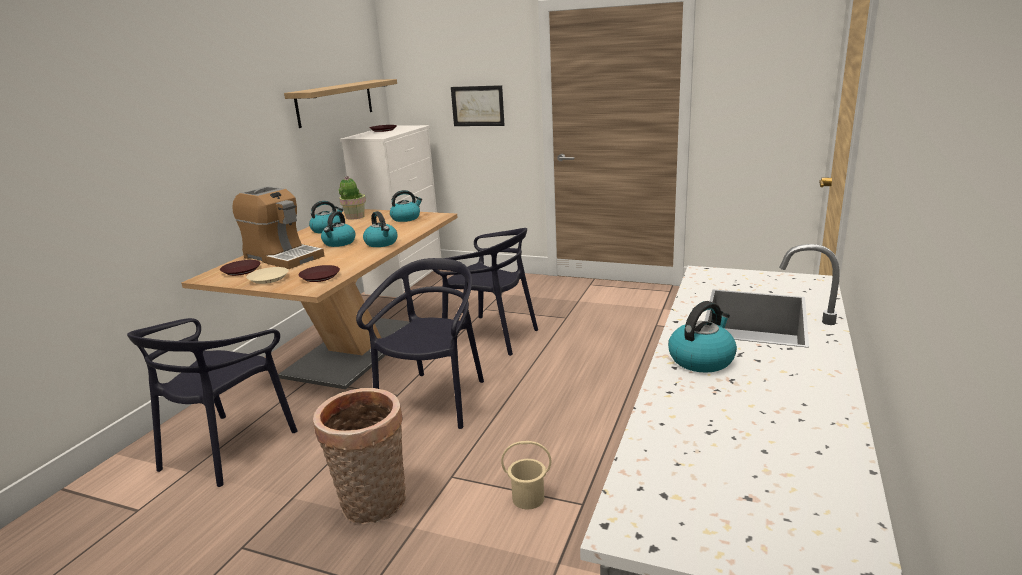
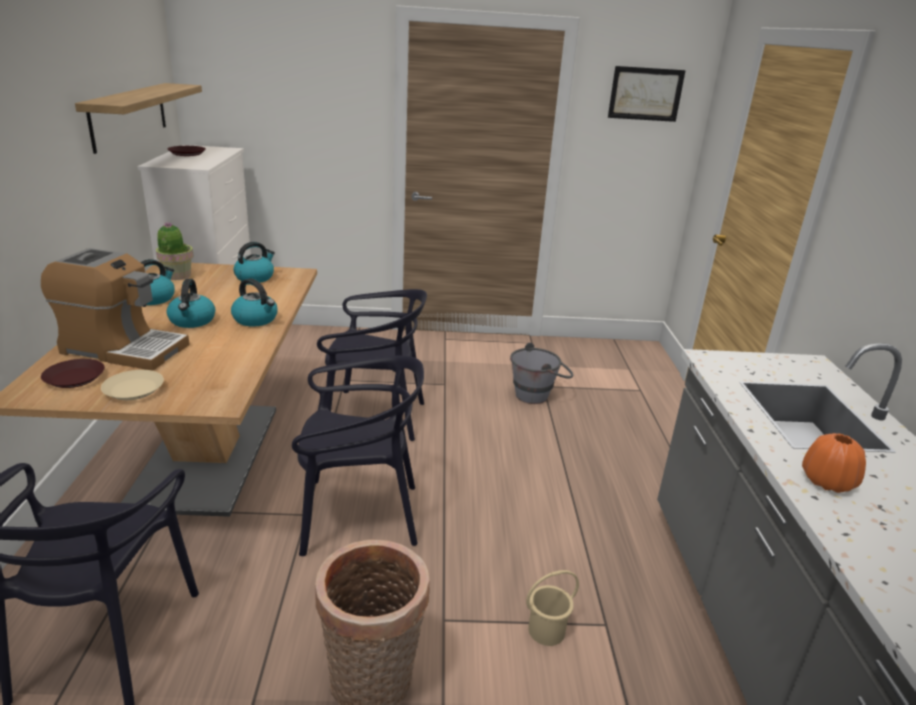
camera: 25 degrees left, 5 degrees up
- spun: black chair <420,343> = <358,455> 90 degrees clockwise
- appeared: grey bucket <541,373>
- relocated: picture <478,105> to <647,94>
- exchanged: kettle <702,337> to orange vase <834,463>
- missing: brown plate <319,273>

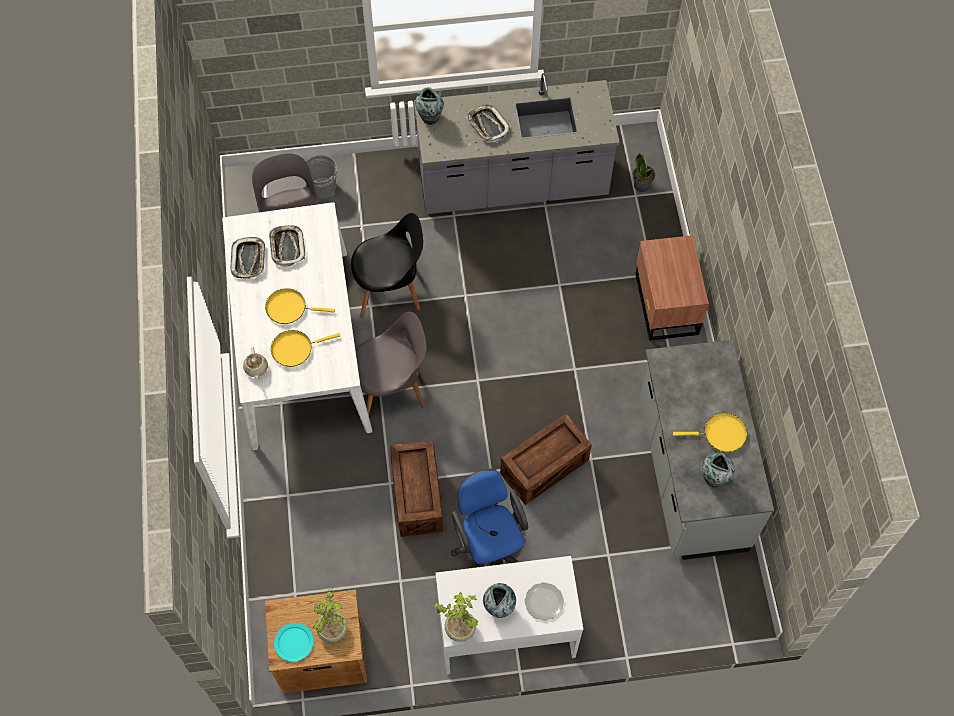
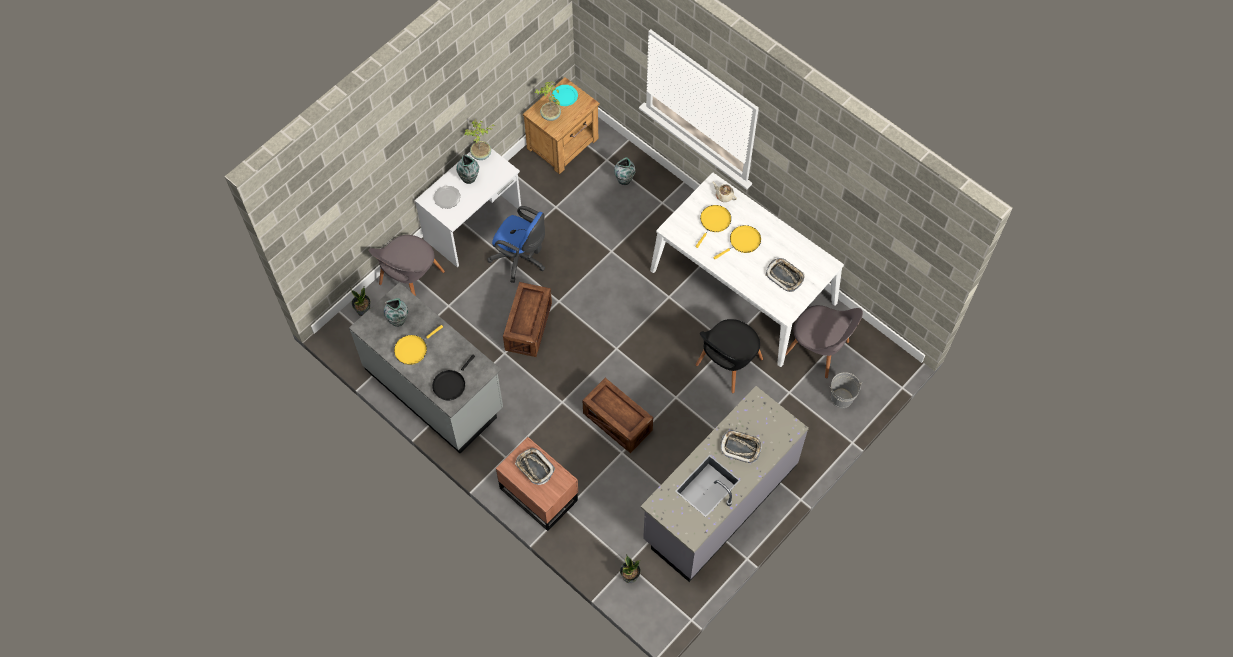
camera: 140 degrees right, 0 degrees up
- appeared: potted plant <360,301>
- relocated: grey chair <391,363> to <407,265>
- appeared: black frying pan <453,377>
- relocated: tray <247,258> to <535,466>
- relocated: crate <416,489> to <617,415>
- relocated: vase <429,106> to <625,171>

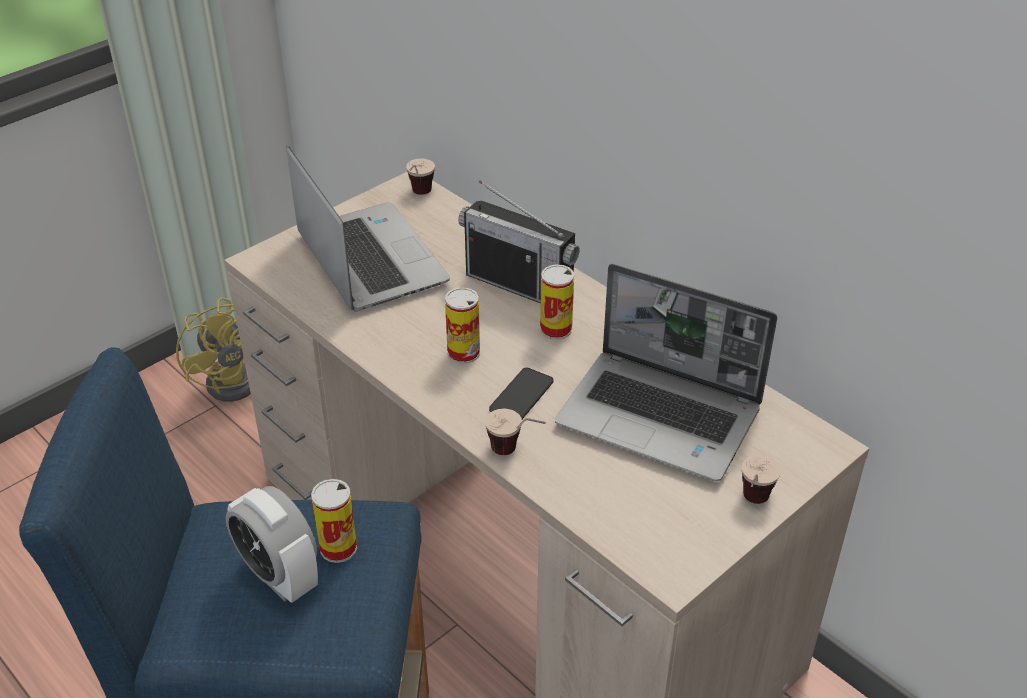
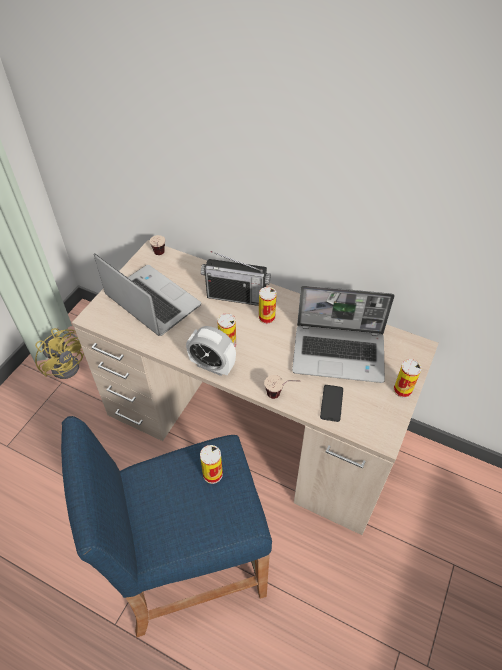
camera: 20 degrees left, 10 degrees up
- relocated: alarm clock <272,544> to <211,351>
- relocated: phone <521,393> to <331,403>
- exchanged: cup <761,479> to can <407,378>

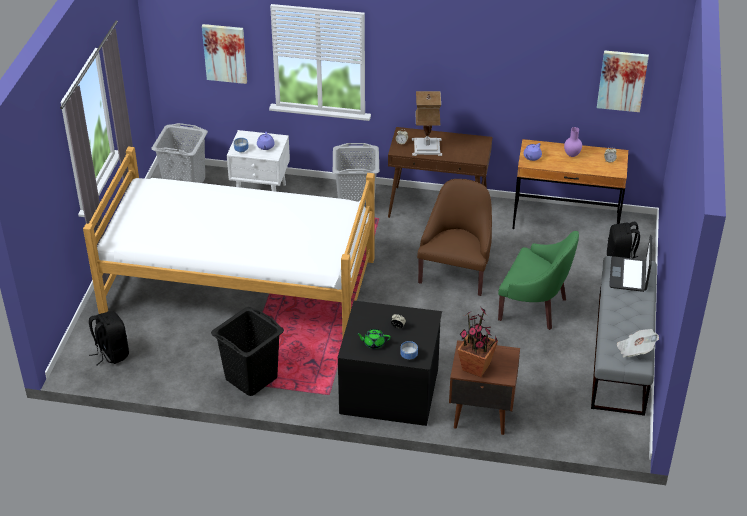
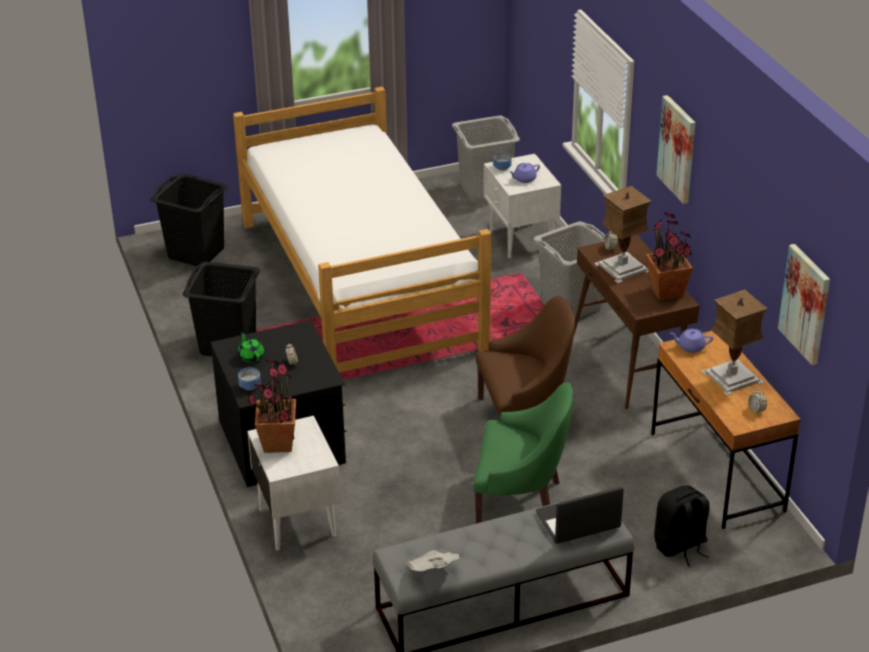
camera: 60 degrees right, 5 degrees down
- exchanged: black backpack <109,338> to black laundry basket <189,219>
- colour: brown nightstand <484,387> to white nightstand <294,483>
- spun: green armchair <538,280> = <523,453> 75 degrees counterclockwise
- appeared: potted plant <669,256>
- relocated: picture <224,54> to <676,149>
- exchanged: purple vase <573,142> to table lamp <734,343>

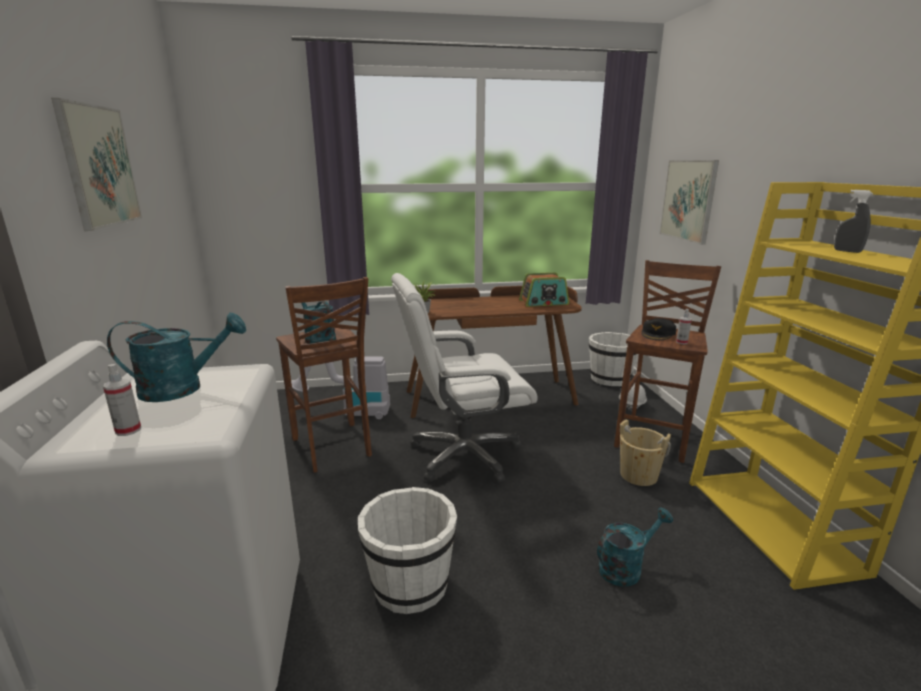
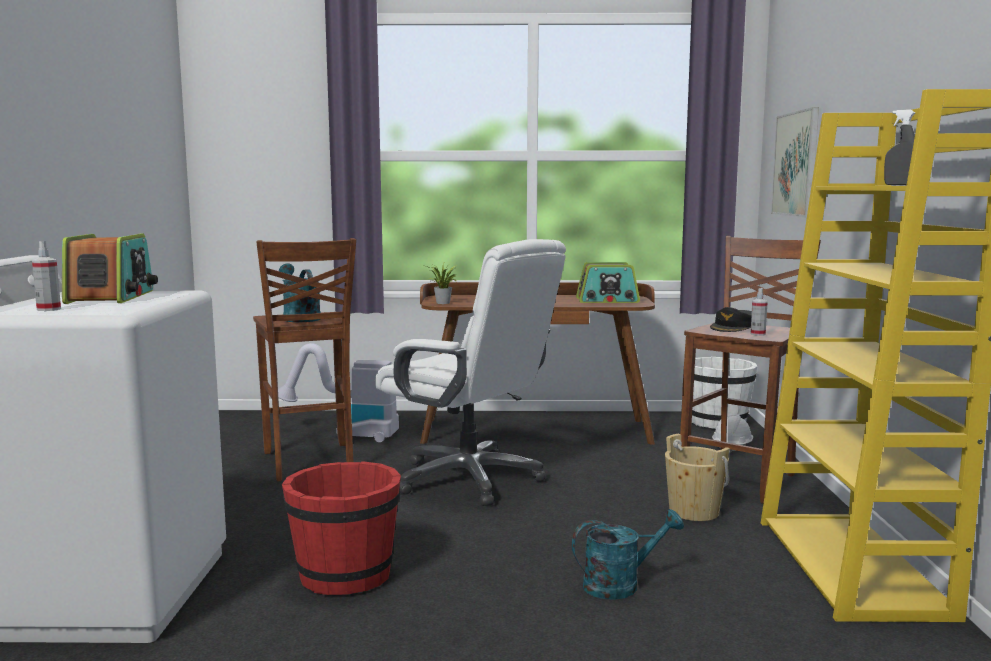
camera: 10 degrees right, 10 degrees down
- exchanged: turquoise watering can <176,357> to radio <110,269>
- colour: white bucket <407,550> to red bucket <341,528>
- spun: white office chair <464,378> = <470,372> 135 degrees counterclockwise
- missing: picture <96,164>

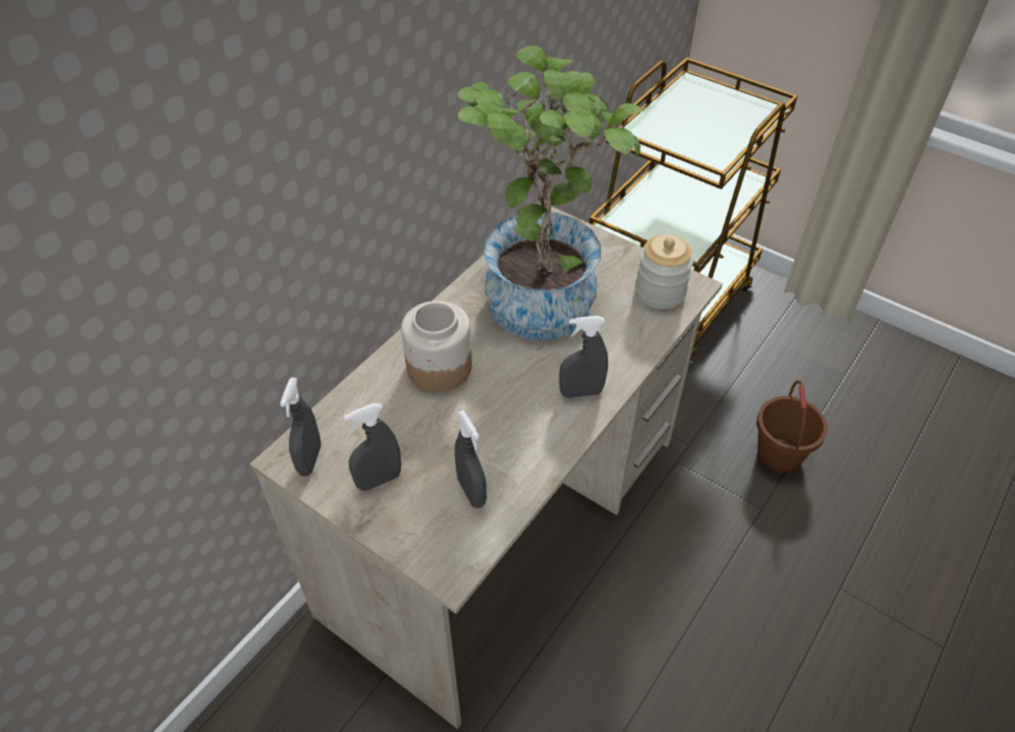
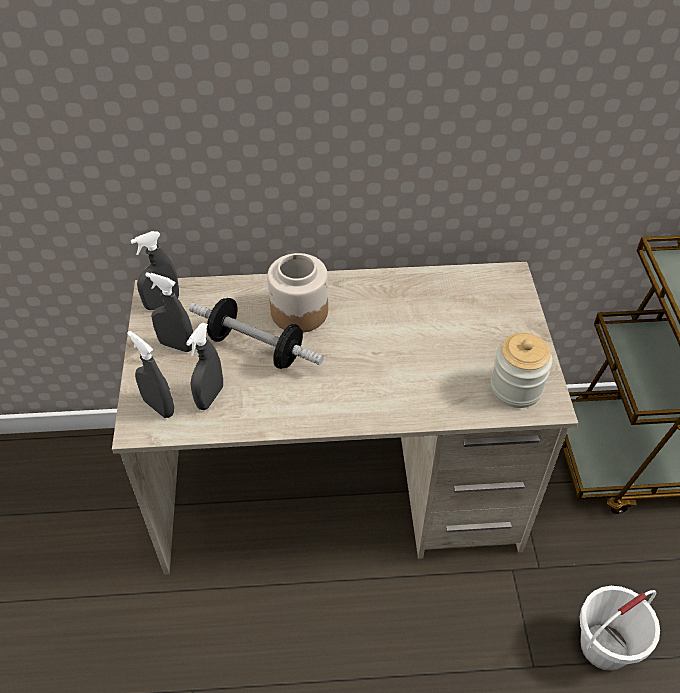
camera: 50 degrees right, 0 degrees up
- relocated: grey spray bottle <583,357> to <150,374>
- appeared: dumbbell <256,333>
- colour: brown bucket <792,426> to white bucket <620,628>
- missing: potted plant <551,192>

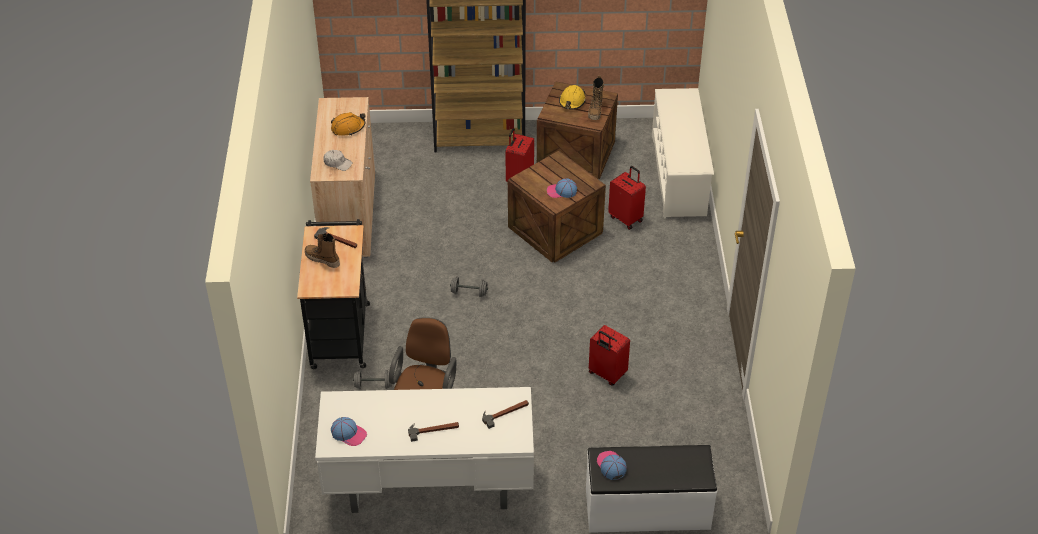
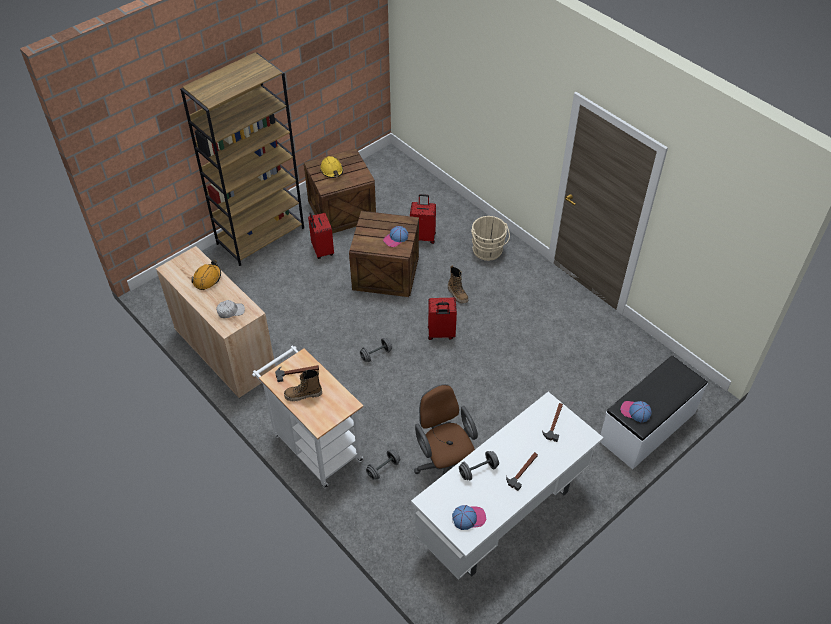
camera: 40 degrees left, 5 degrees up
- colour: black cart <333,294> to white cart <308,417>
- relocated: red suitcase <609,355> to <442,319>
- relocated: boot <596,98> to <458,284>
- appeared: grey dumbbell <479,465>
- appeared: beige bucket <491,238>
- missing: white shoe rack <683,153>

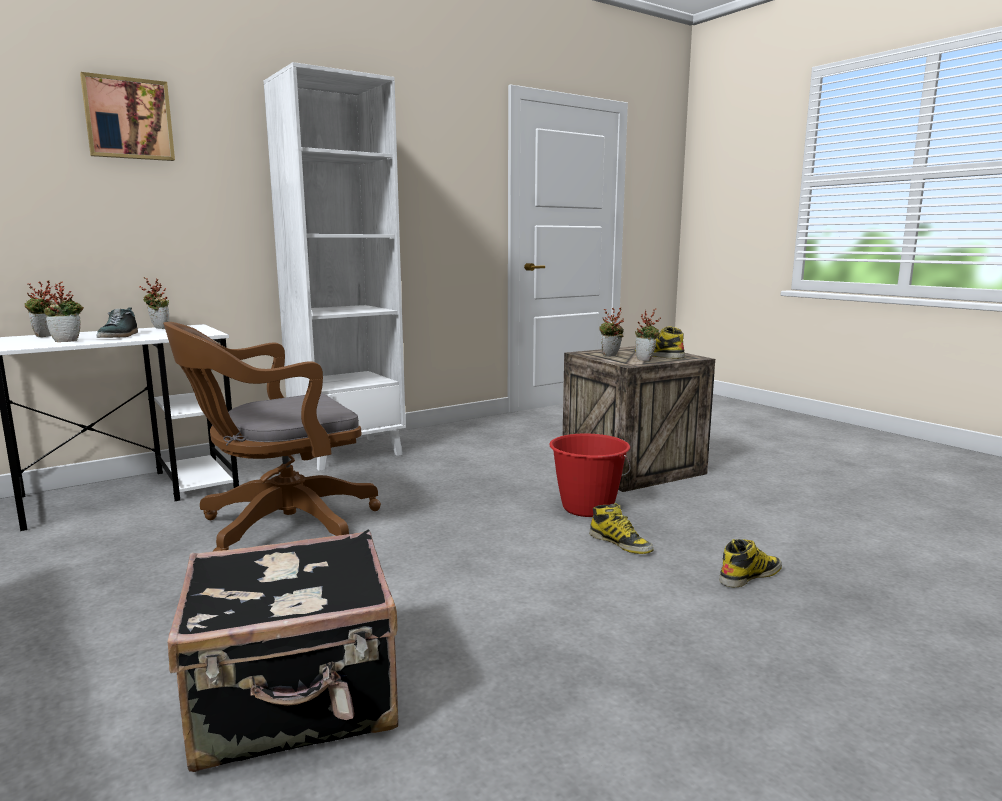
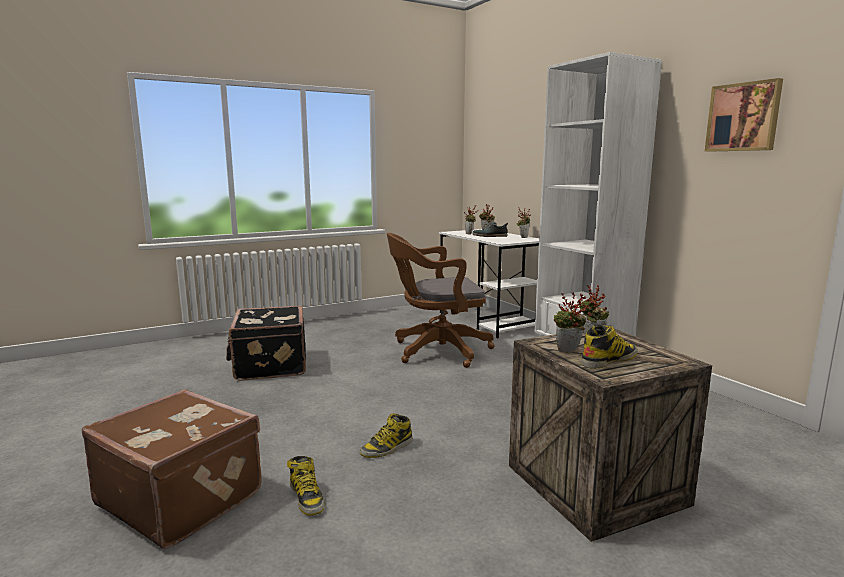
camera: 95 degrees right, 0 degrees up
- appeared: brown suitcase <172,469>
- spun: brown office chair <272,436> = <441,300> 75 degrees counterclockwise
- relocated: picture <127,116> to <744,115>
- missing: red bucket <590,475>

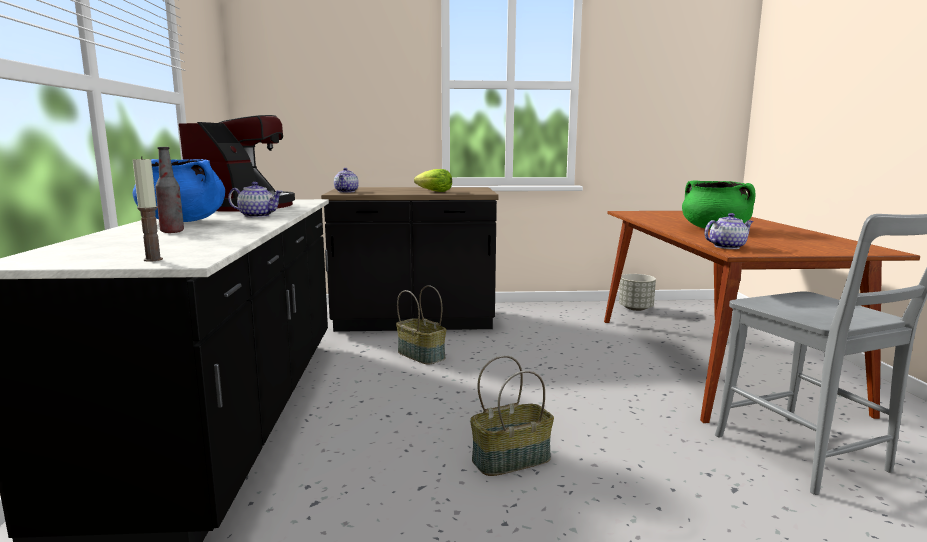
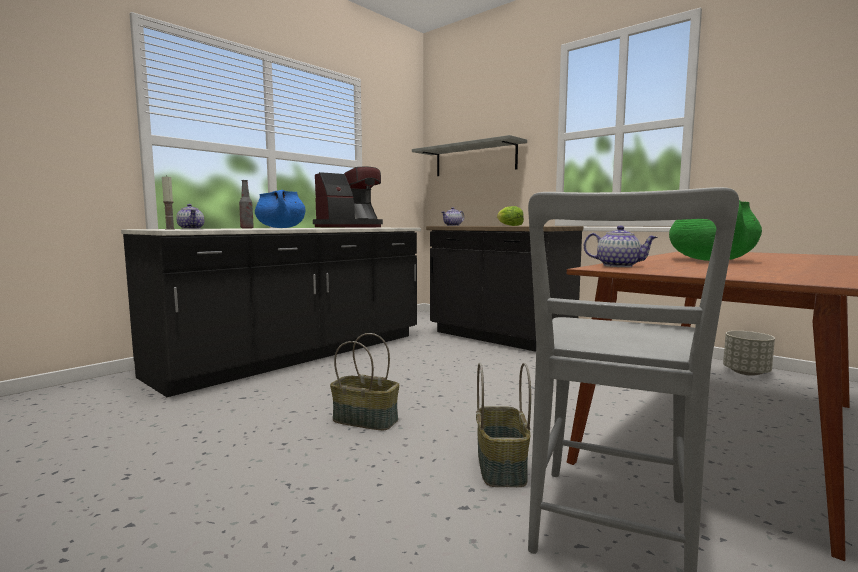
camera: 45 degrees right, 5 degrees down
- relocated: teapot <255,200> to <190,216>
- appeared: grey shelf <469,155>
- relocated: basket <421,325> to <503,425>

